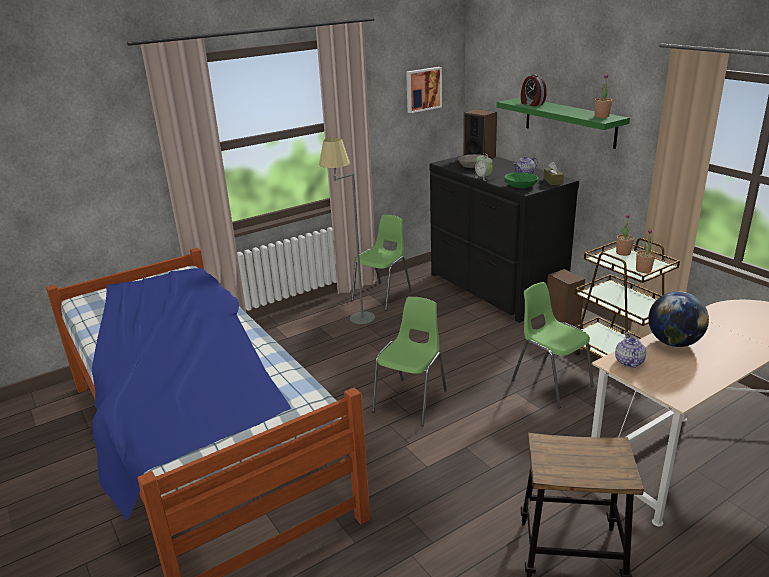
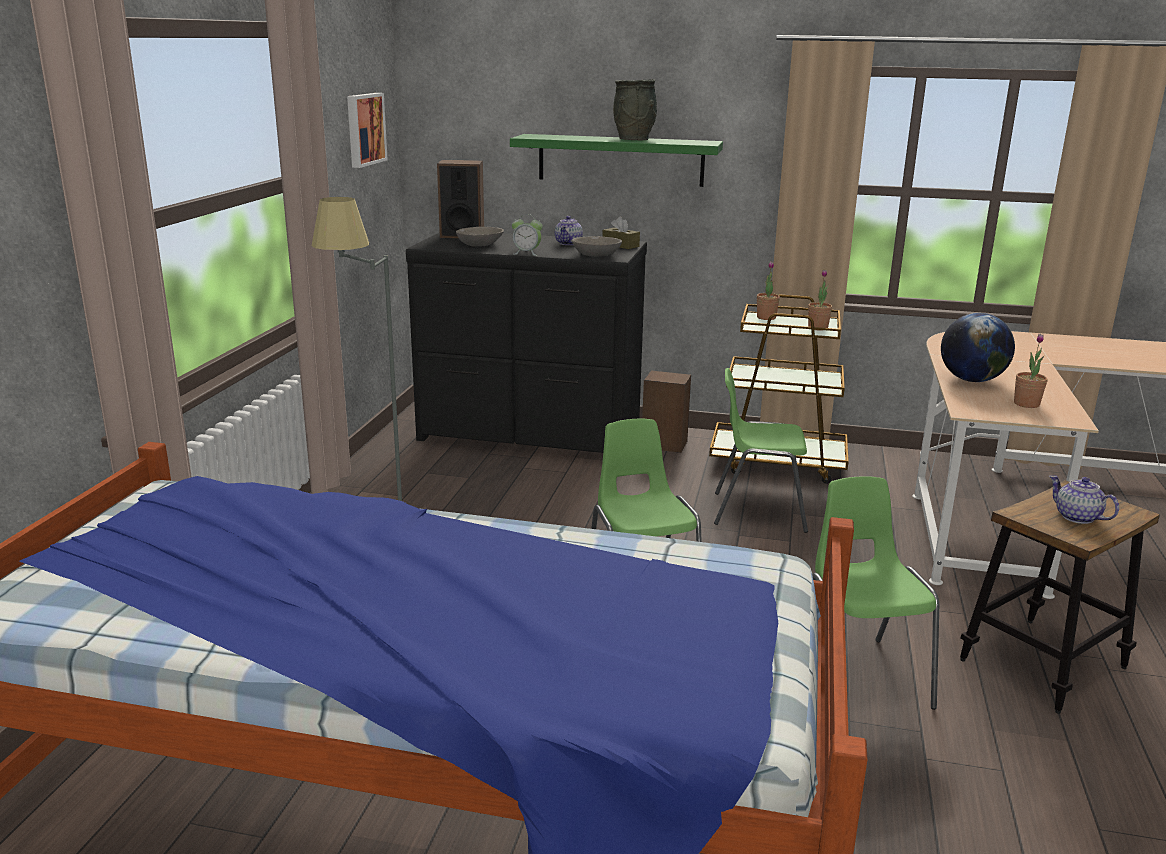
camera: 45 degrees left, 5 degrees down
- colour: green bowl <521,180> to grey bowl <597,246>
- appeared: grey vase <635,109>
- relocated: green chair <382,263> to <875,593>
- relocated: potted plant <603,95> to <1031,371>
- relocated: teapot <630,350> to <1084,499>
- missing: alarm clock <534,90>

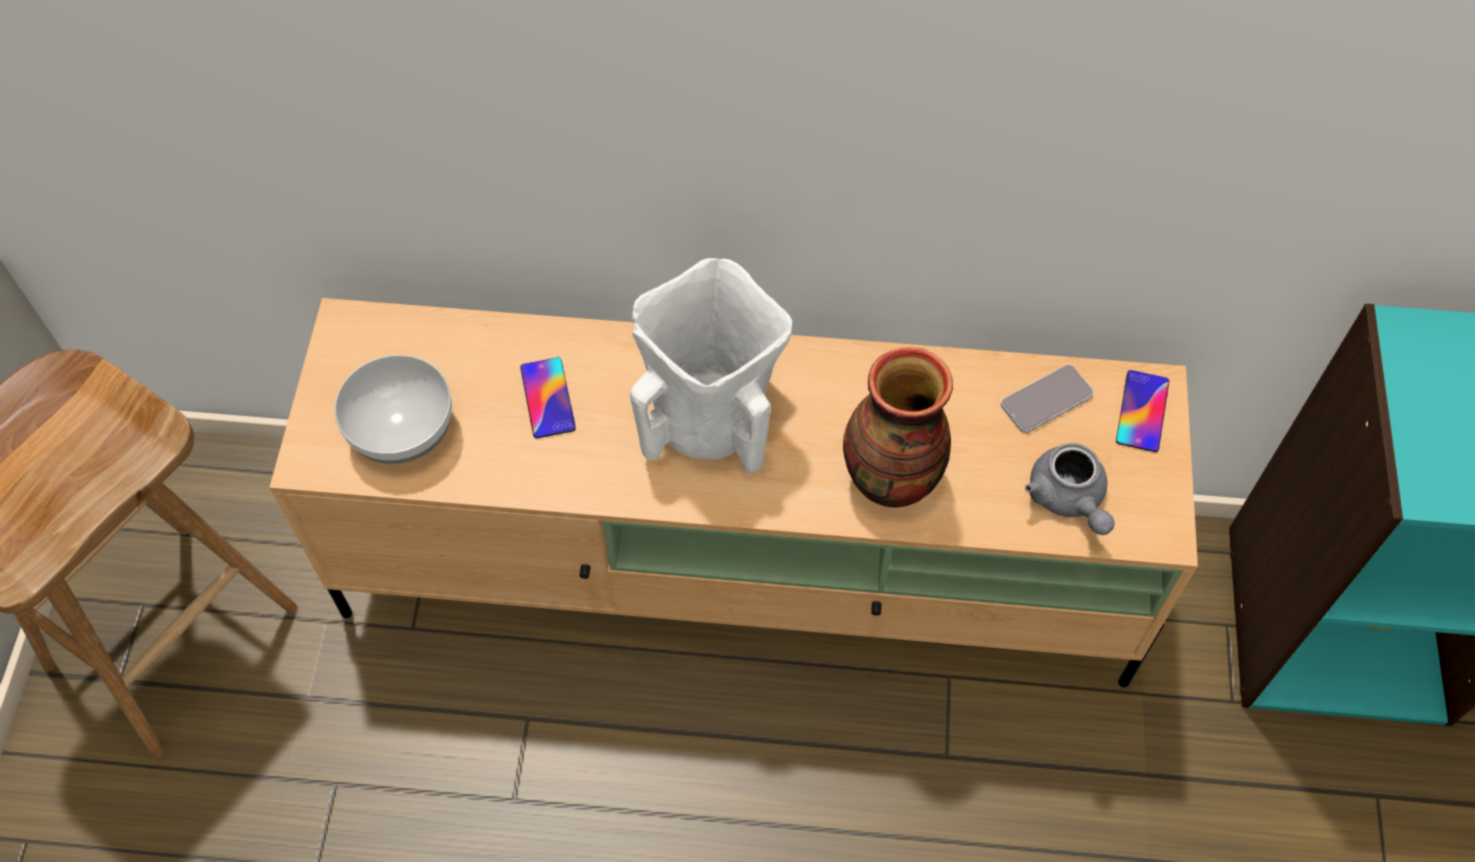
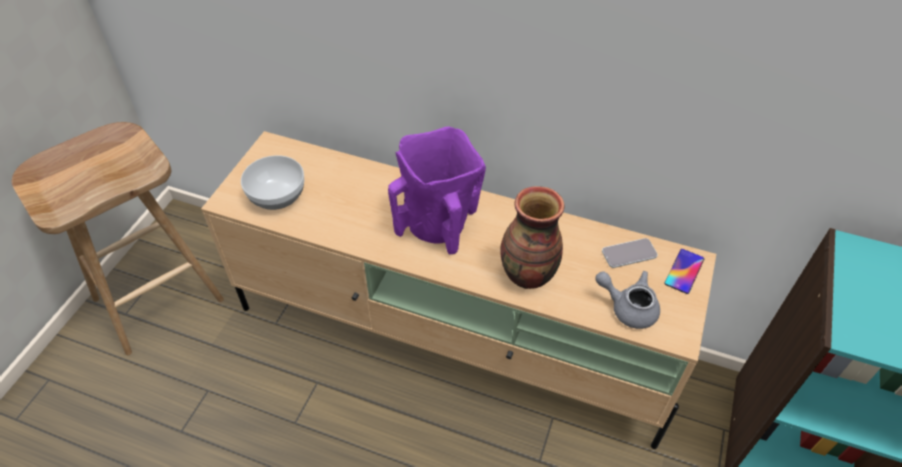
camera: 15 degrees right, 10 degrees down
- colour: white vase <711,366> to purple vase <437,191>
- spun: grey teapot <1070,489> = <627,300> 120 degrees clockwise
- missing: phone <548,397>

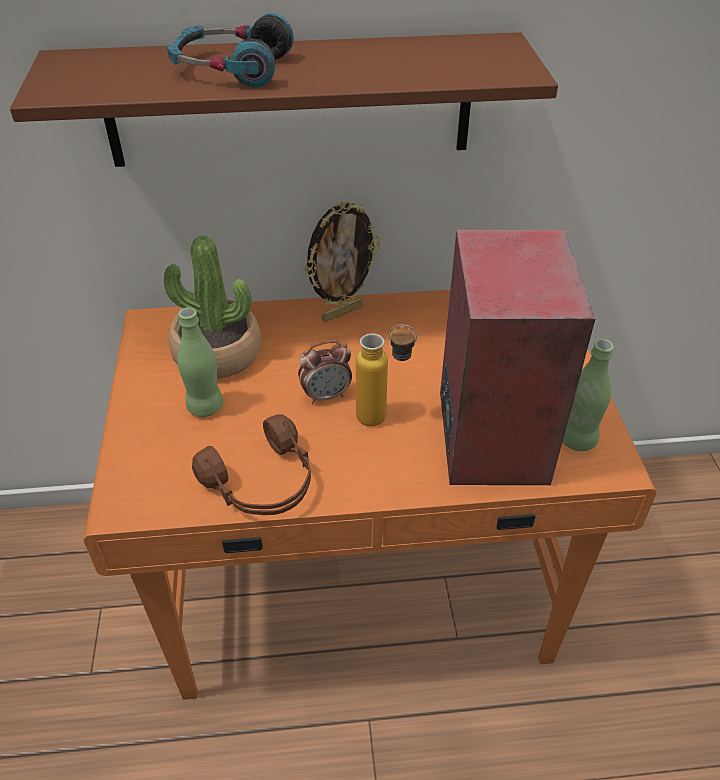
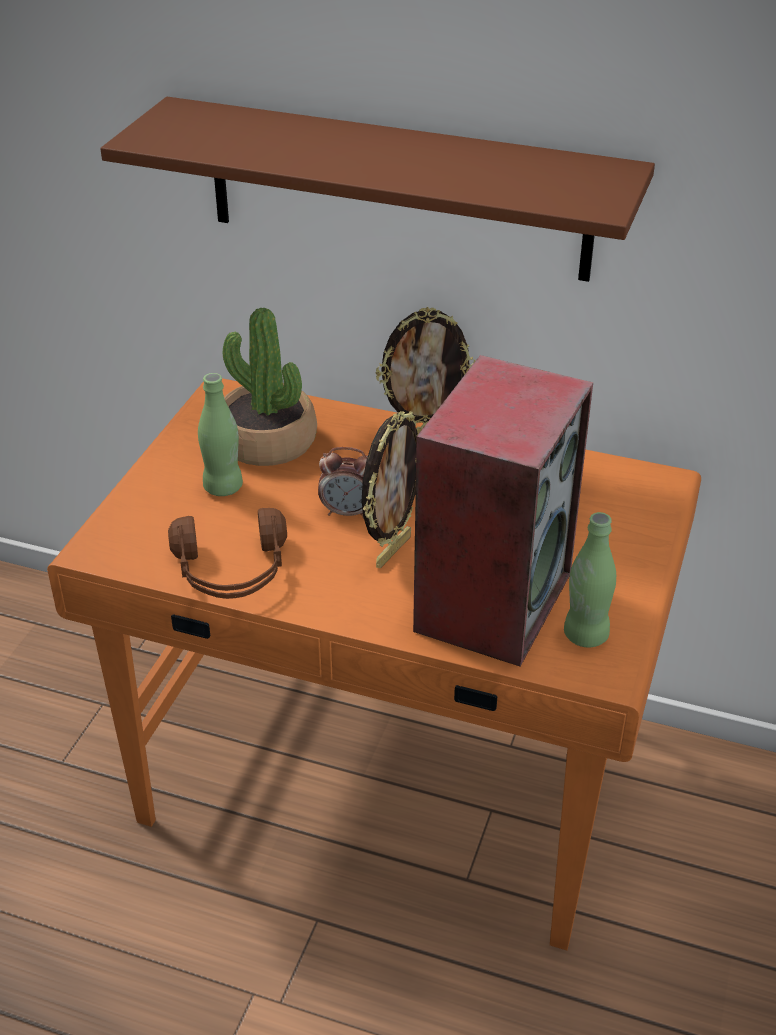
camera: 25 degrees right, 5 degrees down
- exchanged: bottle <386,375> to picture frame <390,489>
- missing: headphones <230,50>

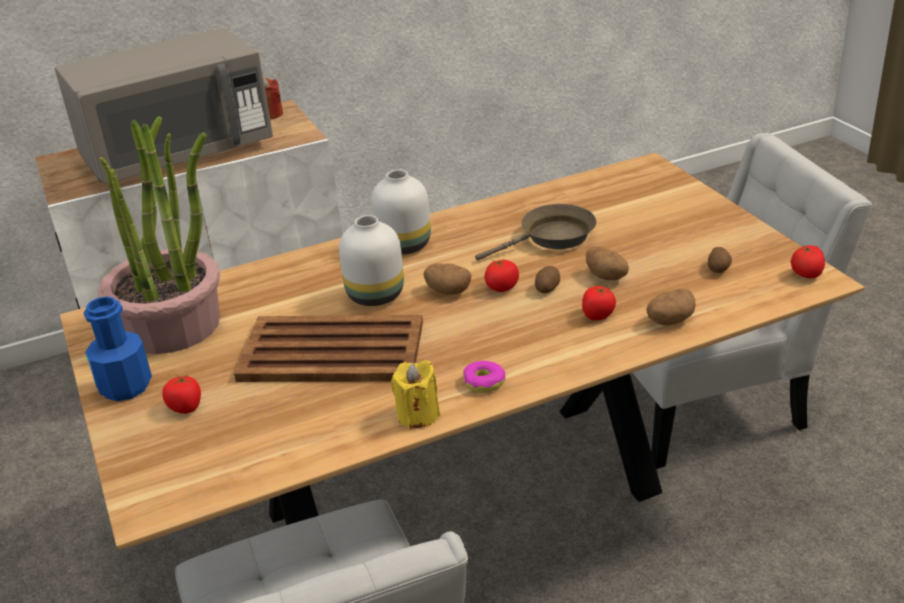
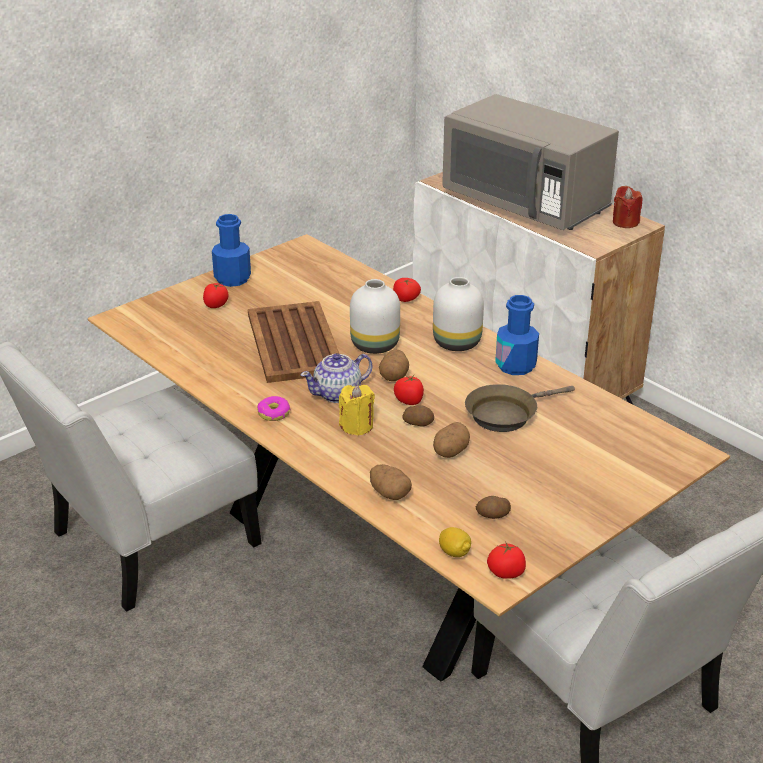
camera: 70 degrees right, 0 degrees up
- appeared: teapot <336,378>
- relocated: yellow candle <415,394> to <357,410>
- relocated: tomato <599,303> to <407,290>
- appeared: lemon <455,542>
- spun: brown frying pan <536,232> = <520,408> 105 degrees clockwise
- appeared: blue bottle <517,335>
- missing: potted plant <159,235>

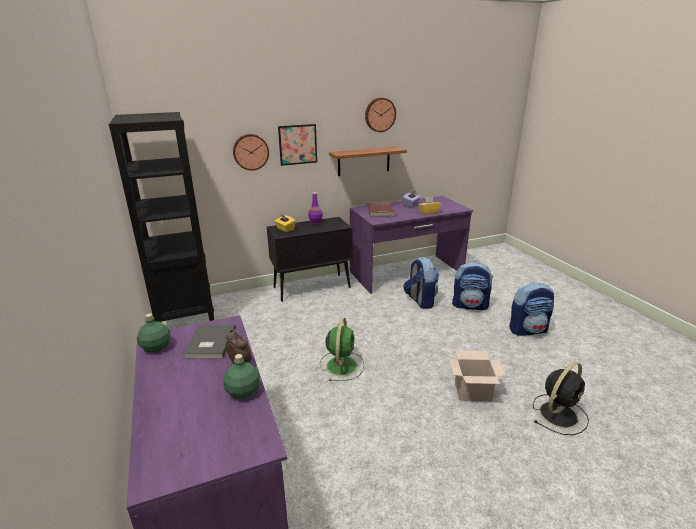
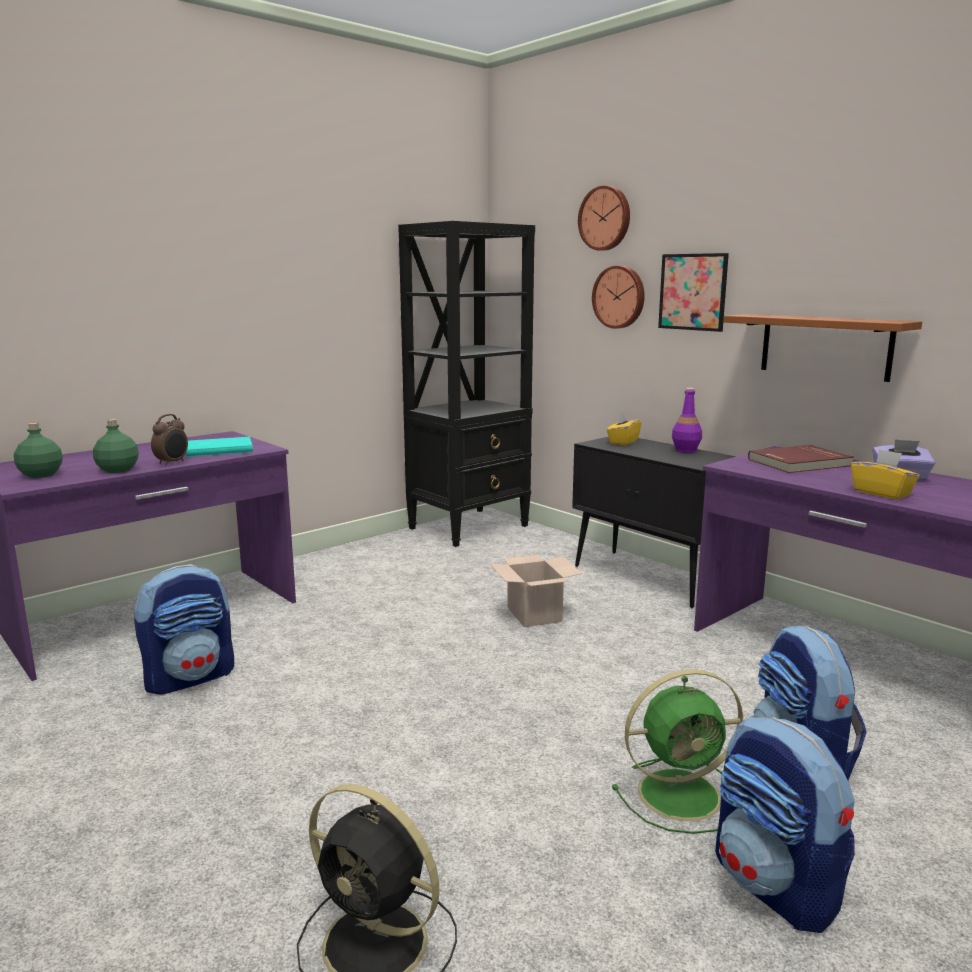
camera: 70 degrees right, 10 degrees down
- relocated: green bottle <154,333> to <38,450>
- relocated: backpack <421,283> to <184,629>
- colour: grey book <209,341> to turquoise book <219,447>
- relocated: cardboard box <477,376> to <536,591>
- relocated: wall clock <380,115> to <604,218>
- relocated: green fan <342,349> to <677,751>

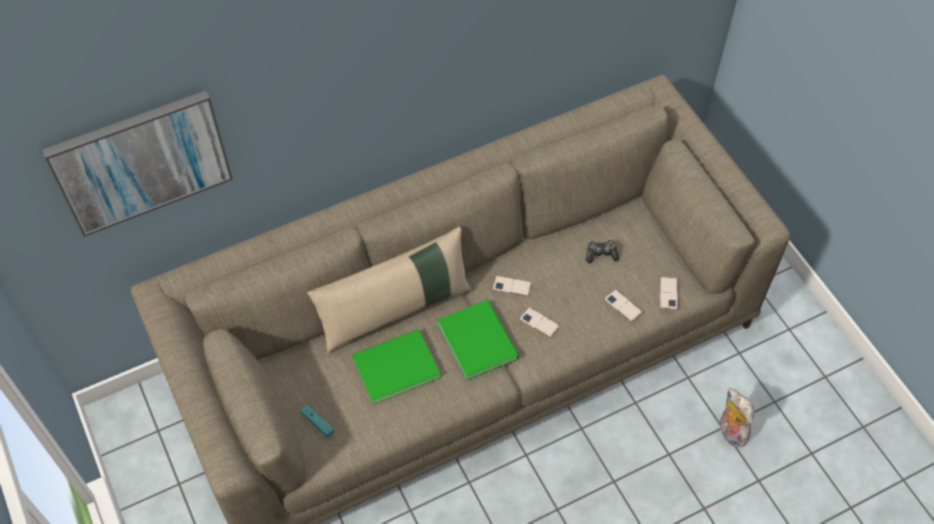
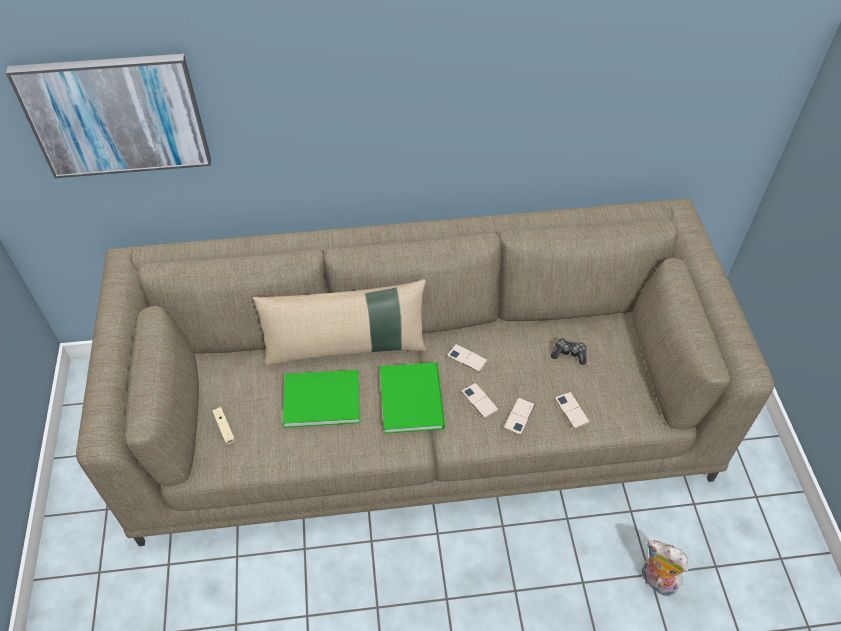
camera: 20 degrees right, 5 degrees down
- colour: turquoise game controller <317,421> to beige game controller <223,426>
- relocated: phone <669,293> to <519,416>
- spun: plush toy <736,417> = <665,568> 45 degrees counterclockwise

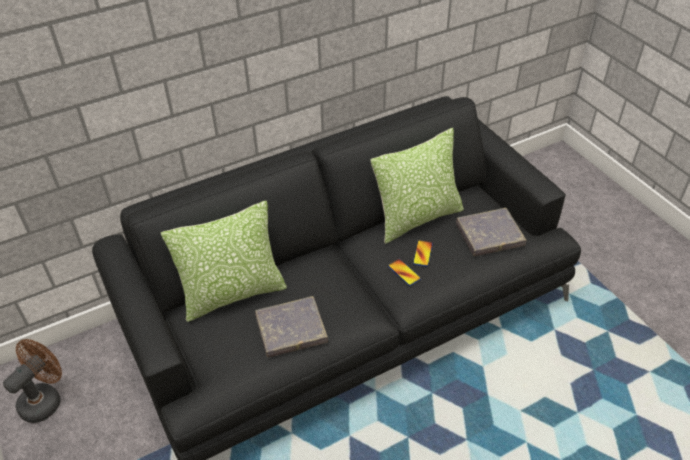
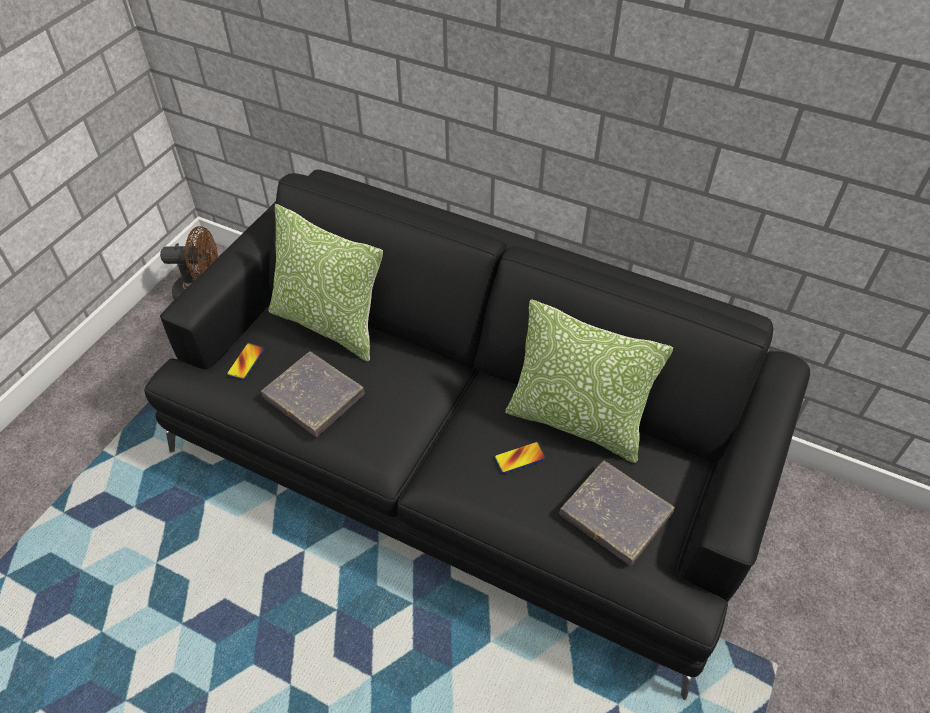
camera: 55 degrees right, 5 degrees up
- relocated: phone <404,272> to <246,361>

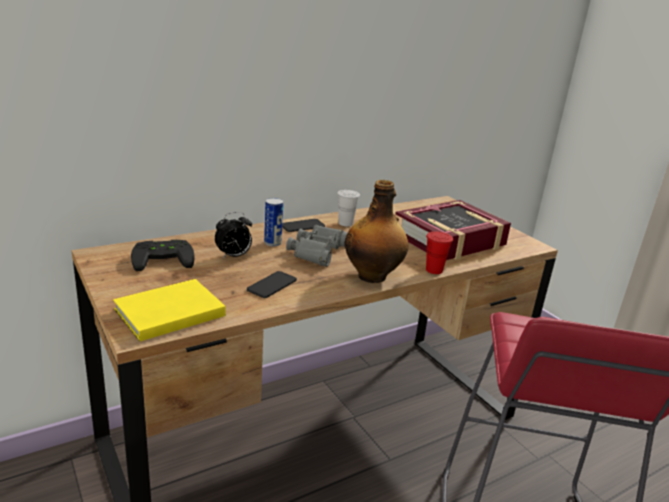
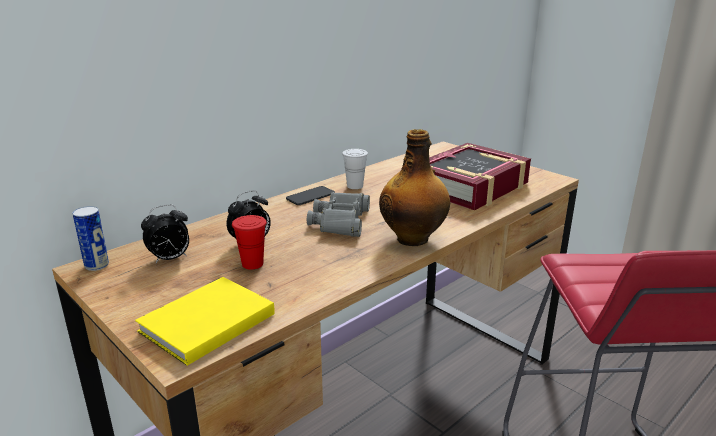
camera: 10 degrees left, 0 degrees up
- relocated: can <273,222> to <90,238>
- exchanged: black game controller <163,255> to alarm clock <165,234>
- relocated: red cup <439,253> to <249,242>
- missing: phone <272,284>

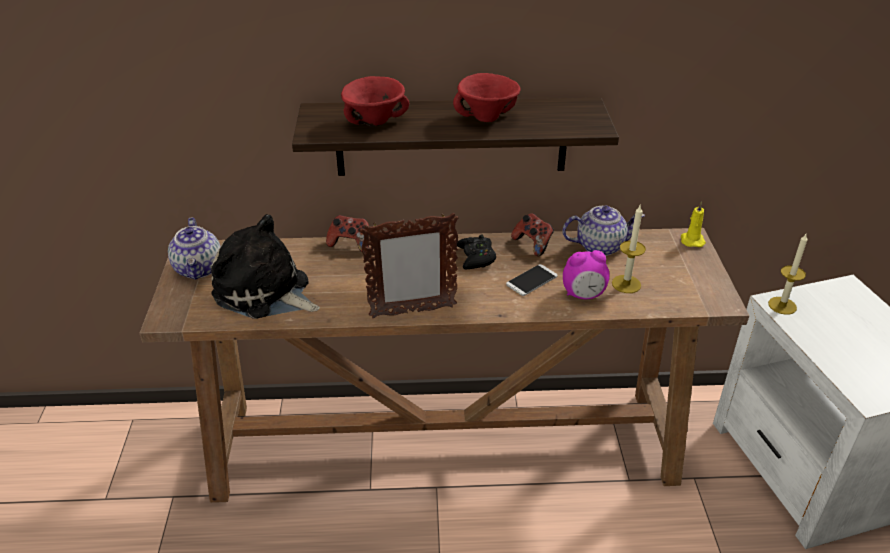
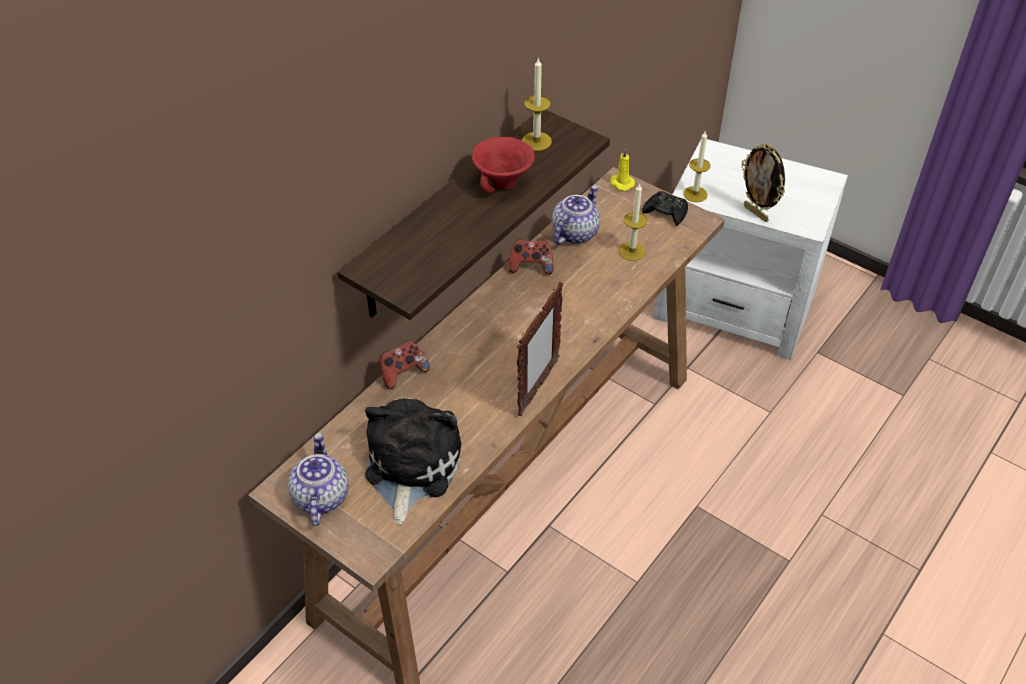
camera: 50 degrees left, 10 degrees up
- spun: teapot <194,248> = <318,479> 120 degrees counterclockwise
- spun: plush toy <265,266> = <413,461> 120 degrees clockwise
- appeared: candle <537,104>
- relocated: black game controller <476,251> to <665,208>
- appeared: picture frame <763,183>
- missing: red bowl <375,101>
- missing: phone <531,280>
- missing: alarm clock <586,274>

